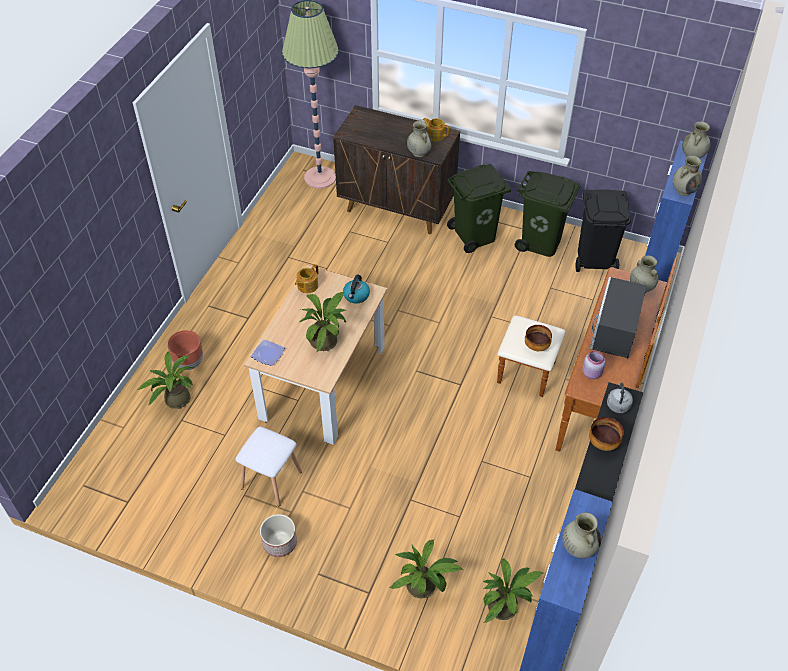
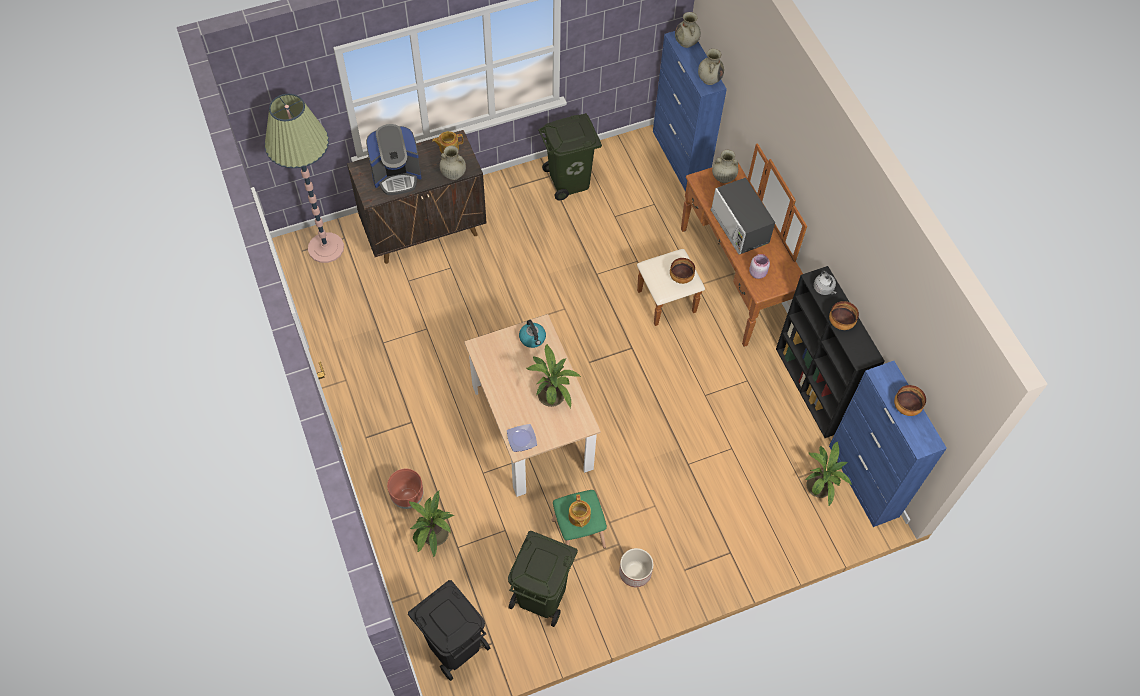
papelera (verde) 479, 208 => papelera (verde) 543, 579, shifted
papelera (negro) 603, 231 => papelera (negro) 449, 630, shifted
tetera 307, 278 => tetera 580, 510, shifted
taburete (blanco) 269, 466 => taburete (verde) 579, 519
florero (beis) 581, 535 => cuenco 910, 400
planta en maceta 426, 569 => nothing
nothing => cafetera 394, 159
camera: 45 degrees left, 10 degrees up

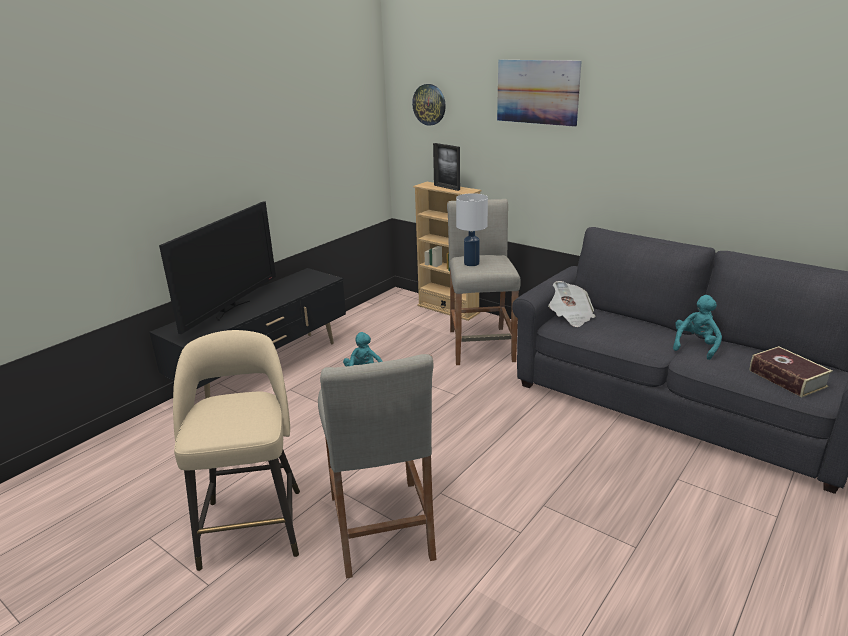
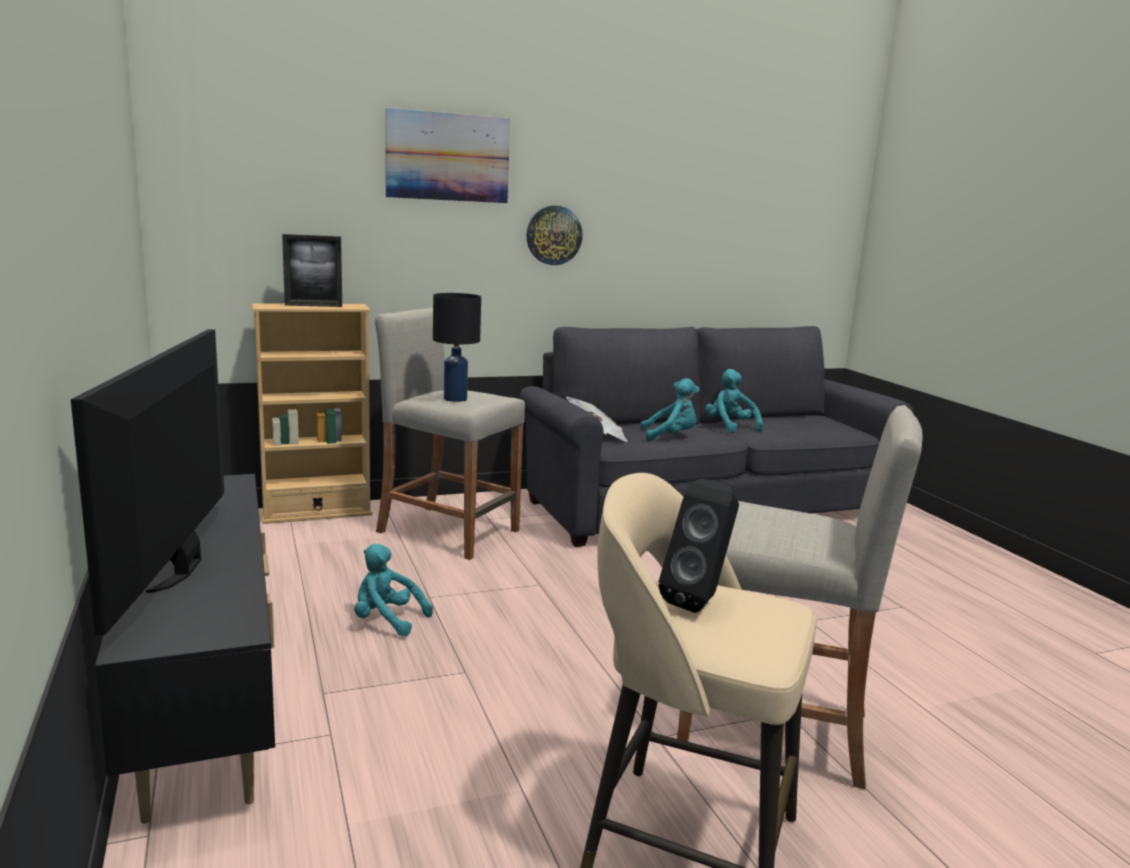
reloj de pared 429, 105 => reloj de pared 554, 235, shifted
lámpara de mesa (blanco) 472, 229 => lámpara de mesa (negro) 457, 347
televisor 217, 267 => televisor 147, 482, 150 degrees counterclockwise
libro 791, 371 => nothing
nothing => peluche (turquesa) 670, 410
nothing => altavoz (negro) 698, 546
camera: 60 degrees left, 10 degrees down

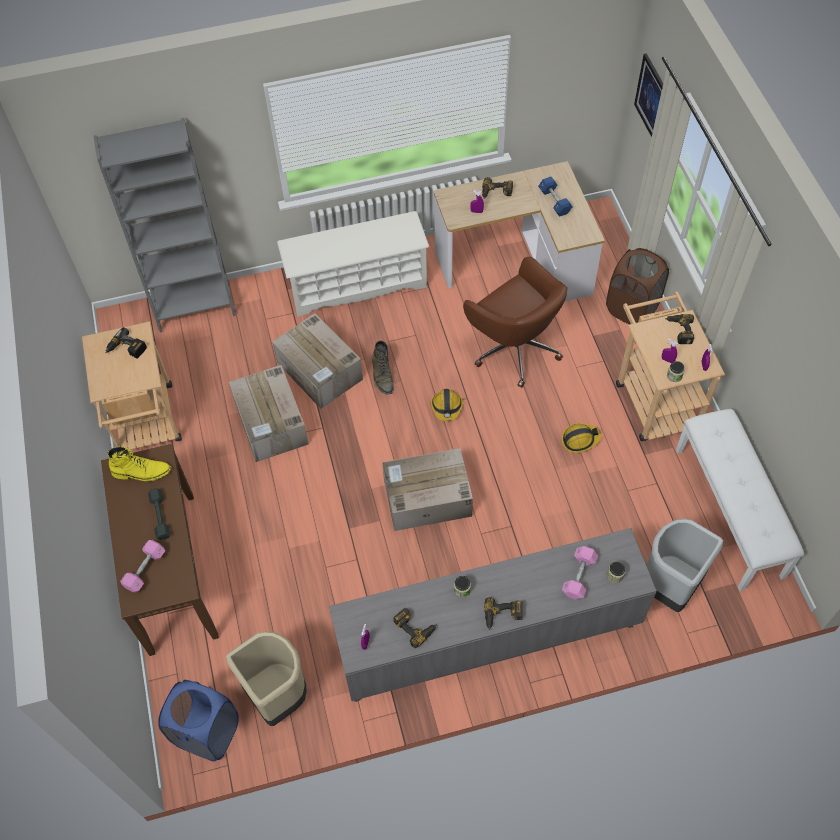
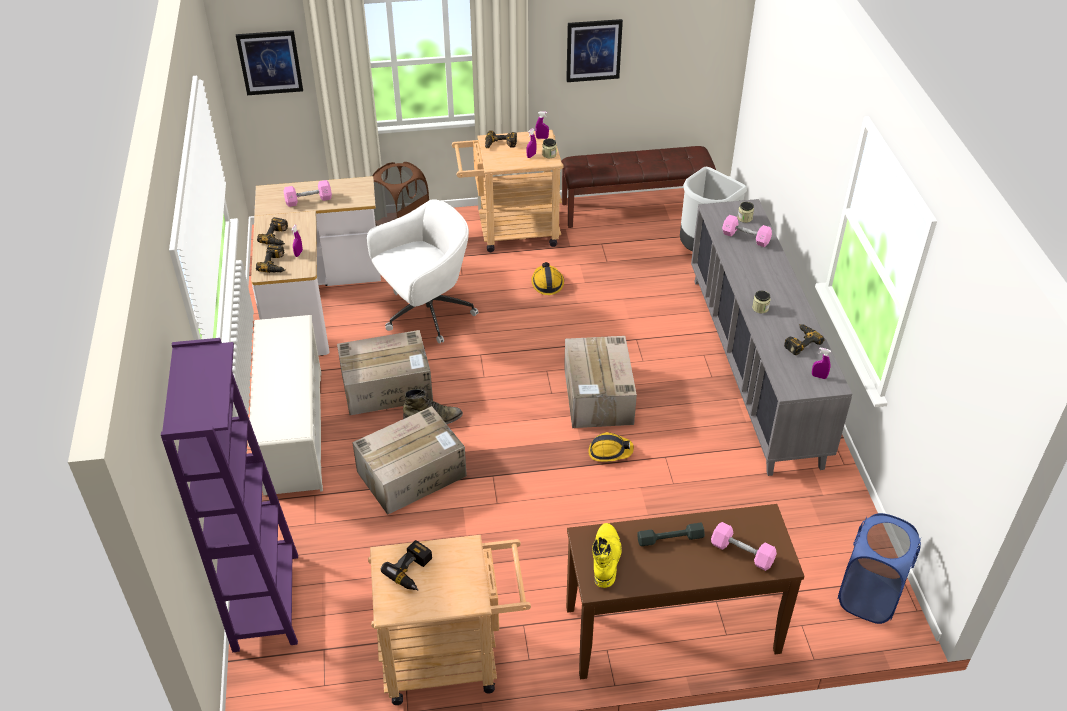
estantería (gris) 165, 225 => estantería (morado) 229, 495
mancuerna (azul) 555, 197 => mancuerna (rosa) 307, 193
silla de oficina (marrón) 515, 322 => silla de oficina (blanco) 423, 271
caja de cartón 269, 413 => caja de cartón 385, 372, shifted
casco 447, 405 => casco 611, 447, shifted
banco (blanco) 740, 500 => banco (marrón) 638, 187
taladro 503, 613 => taladro 271, 258, shifted
papelera (beis) 266, 678 => nothing
nothing => cuadro 594, 50
camera: 85 degrees left, 15 degrees down

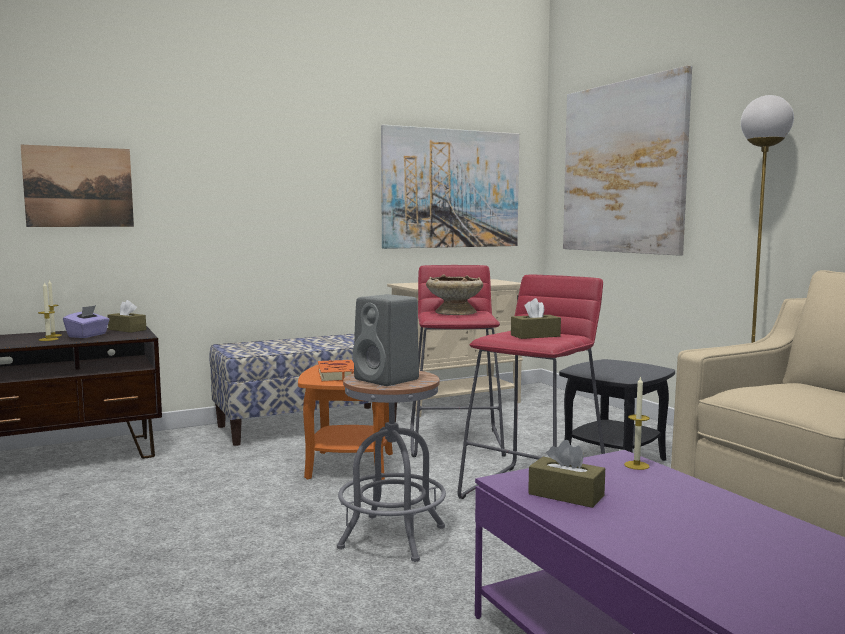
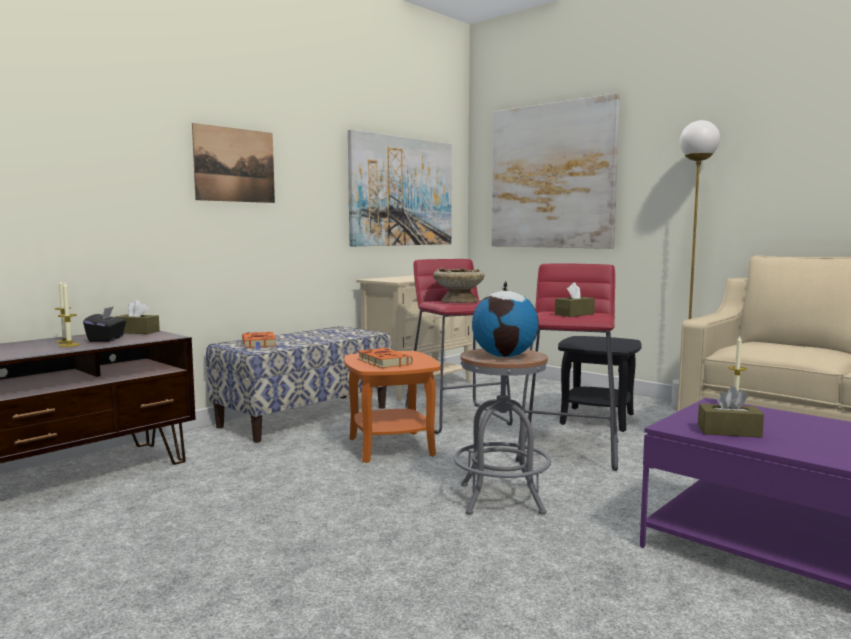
cuadro 77, 186 => cuadro 233, 163, shifted
altavoz (gris) 386, 340 => globo terráqueo 505, 319
caja de pañuelos (morado) 86, 321 => caja de pañuelos (negro) 104, 324
nothing => libro (naranja) 259, 341
camera: 20 degrees left, 0 degrees up

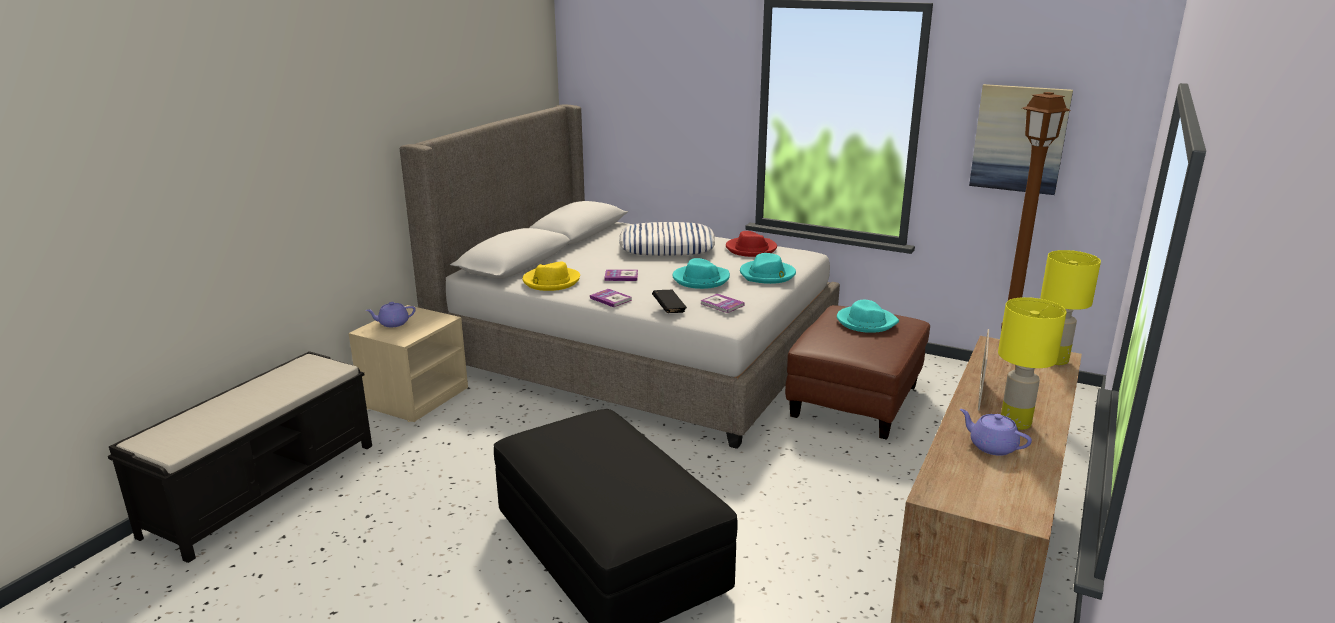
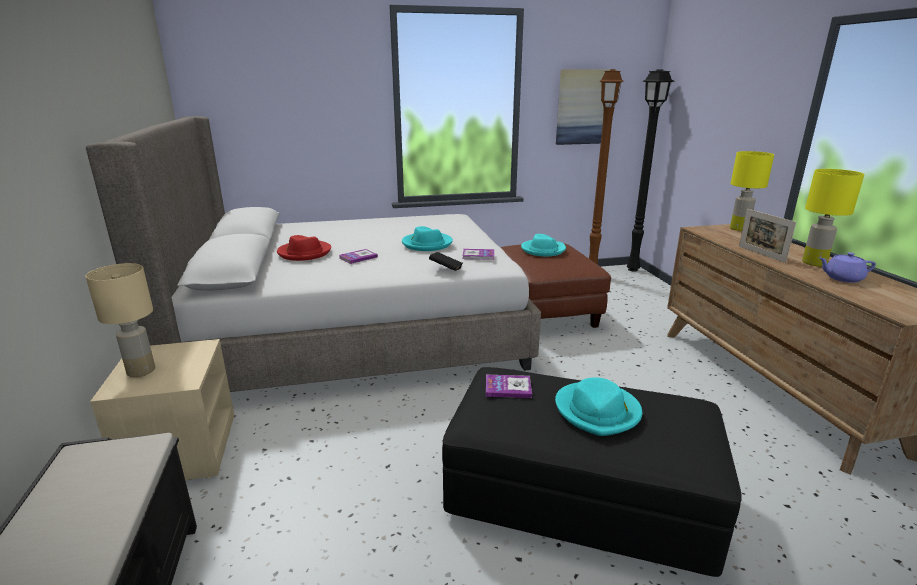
cojín 667, 239 => nothing
sombrero (rojo) 751, 244 => sombrero (rojo) 304, 248, shifted
sombrero (turquesa) 768, 268 => sombrero (turquesa) 598, 406, shifted
sombrero (amarillo) 551, 276 => nothing
libro 611, 298 => libro 509, 386, shifted
tetera (morado) 391, 314 => lámpara de mesa (beis) 120, 320
nothing => lámpara de pie (negro) 650, 170
camera: 40 degrees left, 0 degrees up

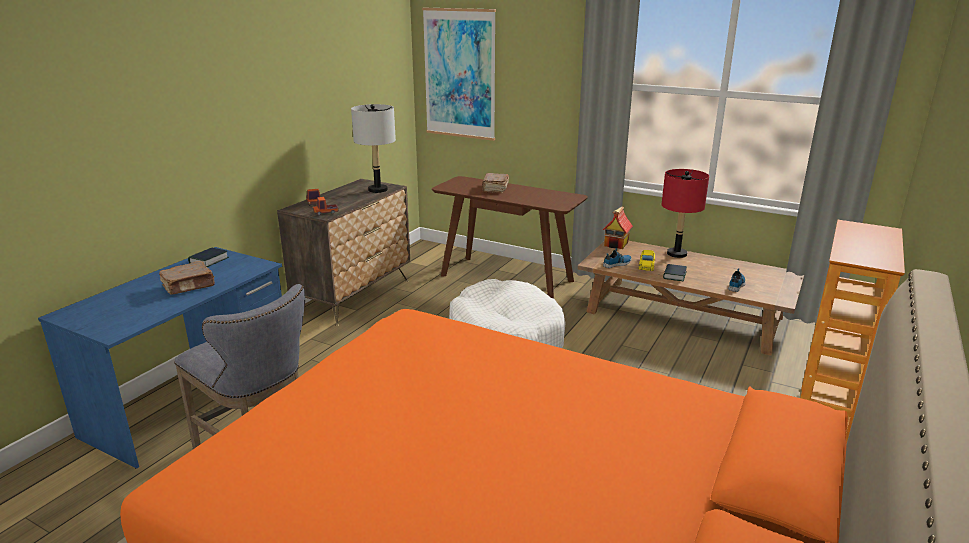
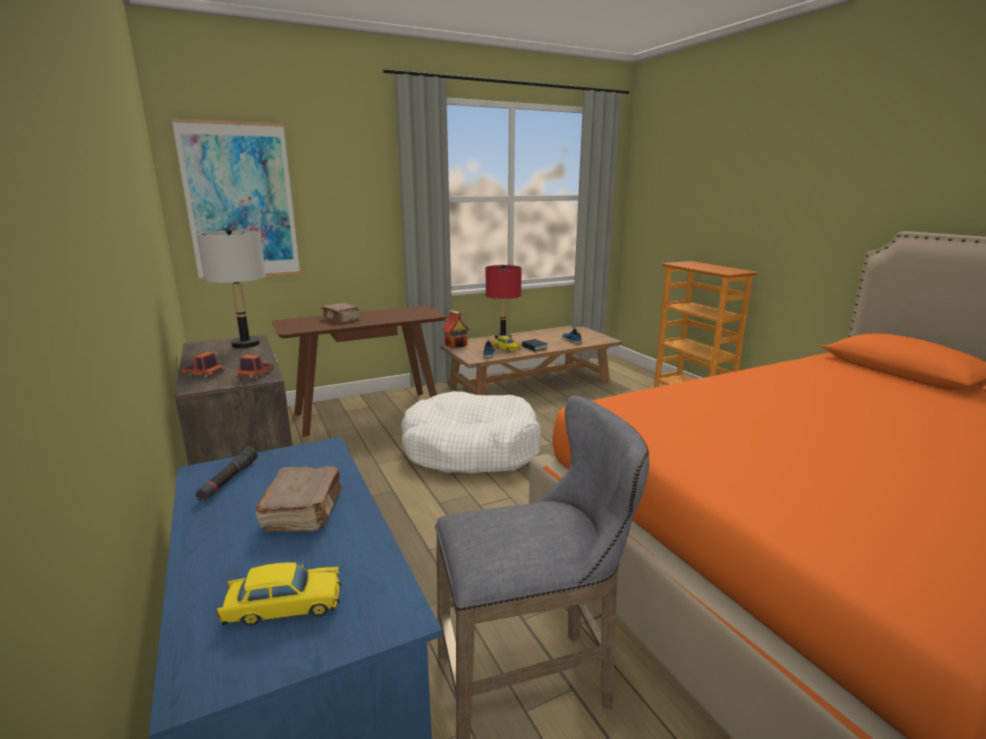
libro 208, 257 => linterna (negro) 226, 474
nothing => coche de juguete (amarillo) 278, 594
camera: 55 degrees left, 5 degrees down

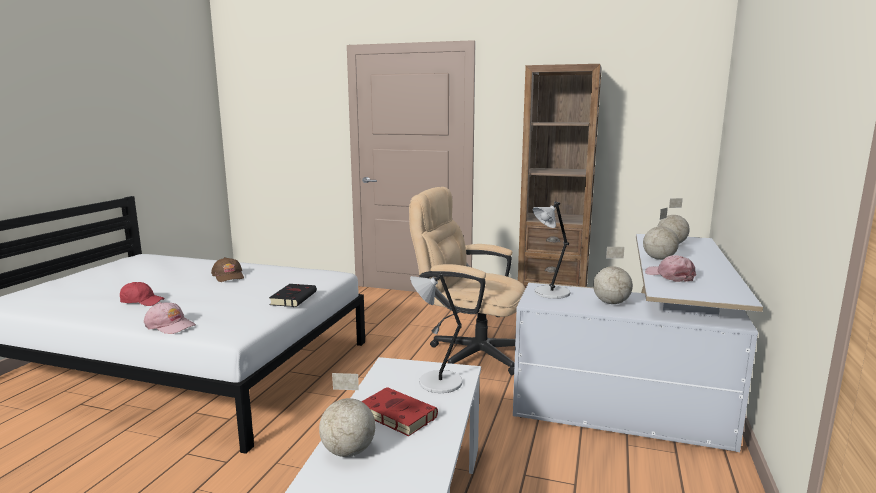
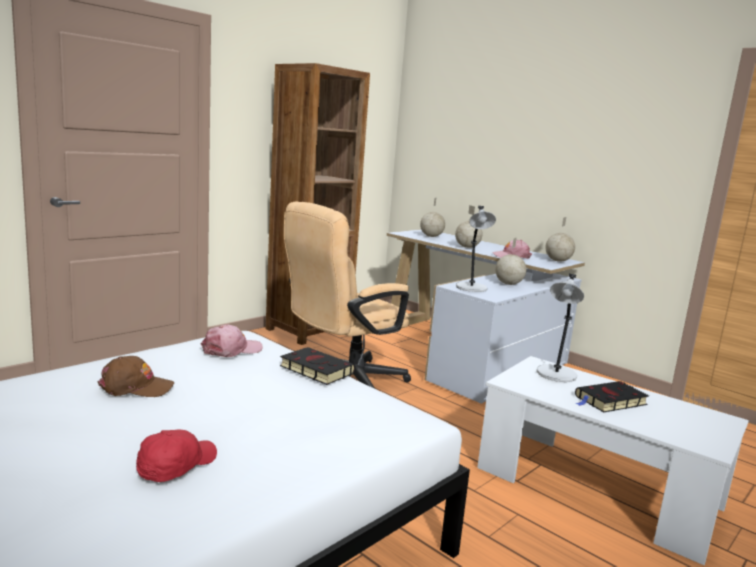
gorra (rosa) 170, 318 => gorra (rosa) 231, 340, shifted
globo terráqueo 347, 415 => globo terráqueo 560, 239, shifted
libro (rojo) 399, 411 => libro (negro) 612, 396
camera: 65 degrees left, 0 degrees up

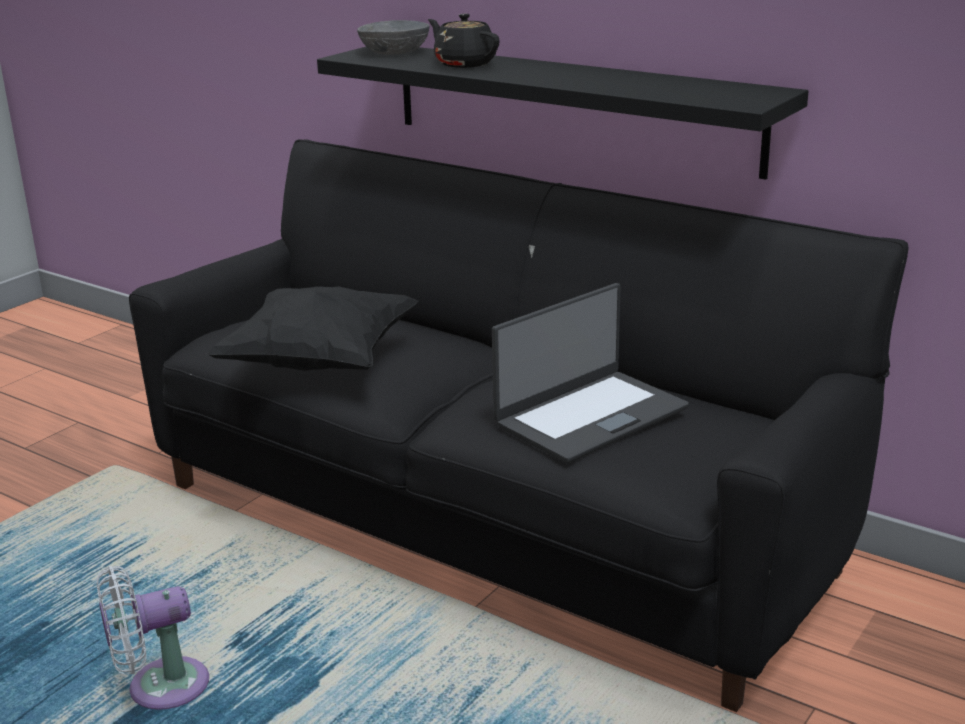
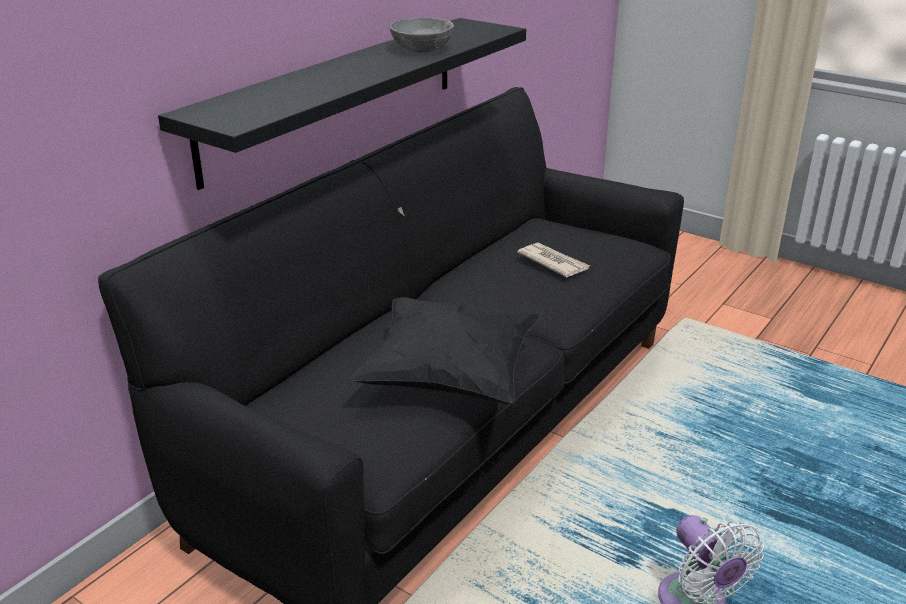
tetera (negro) 464, 41 => nothing
cuenco (gris) 393, 37 => cuenco (gris) 421, 35, shifted
portátil 590, 373 => periódico 553, 260
camera: 90 degrees left, 5 degrees up

